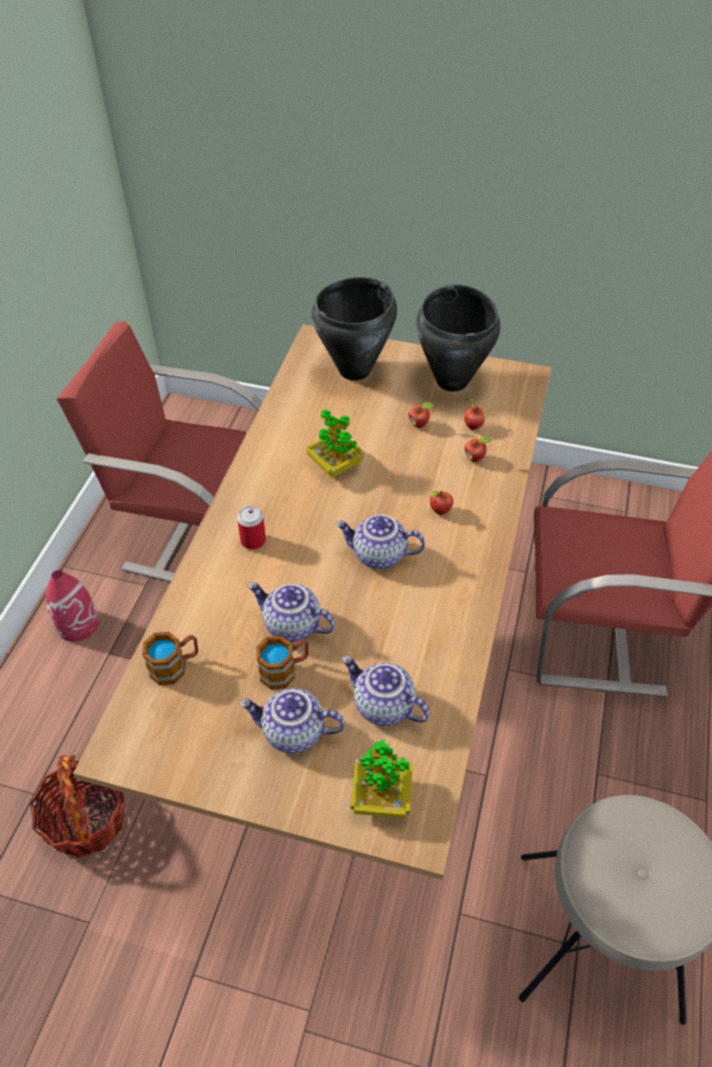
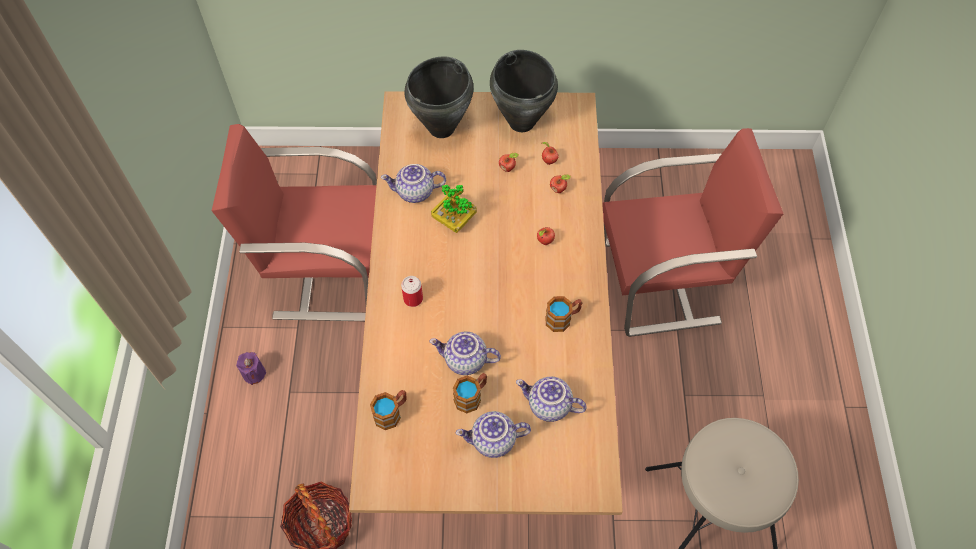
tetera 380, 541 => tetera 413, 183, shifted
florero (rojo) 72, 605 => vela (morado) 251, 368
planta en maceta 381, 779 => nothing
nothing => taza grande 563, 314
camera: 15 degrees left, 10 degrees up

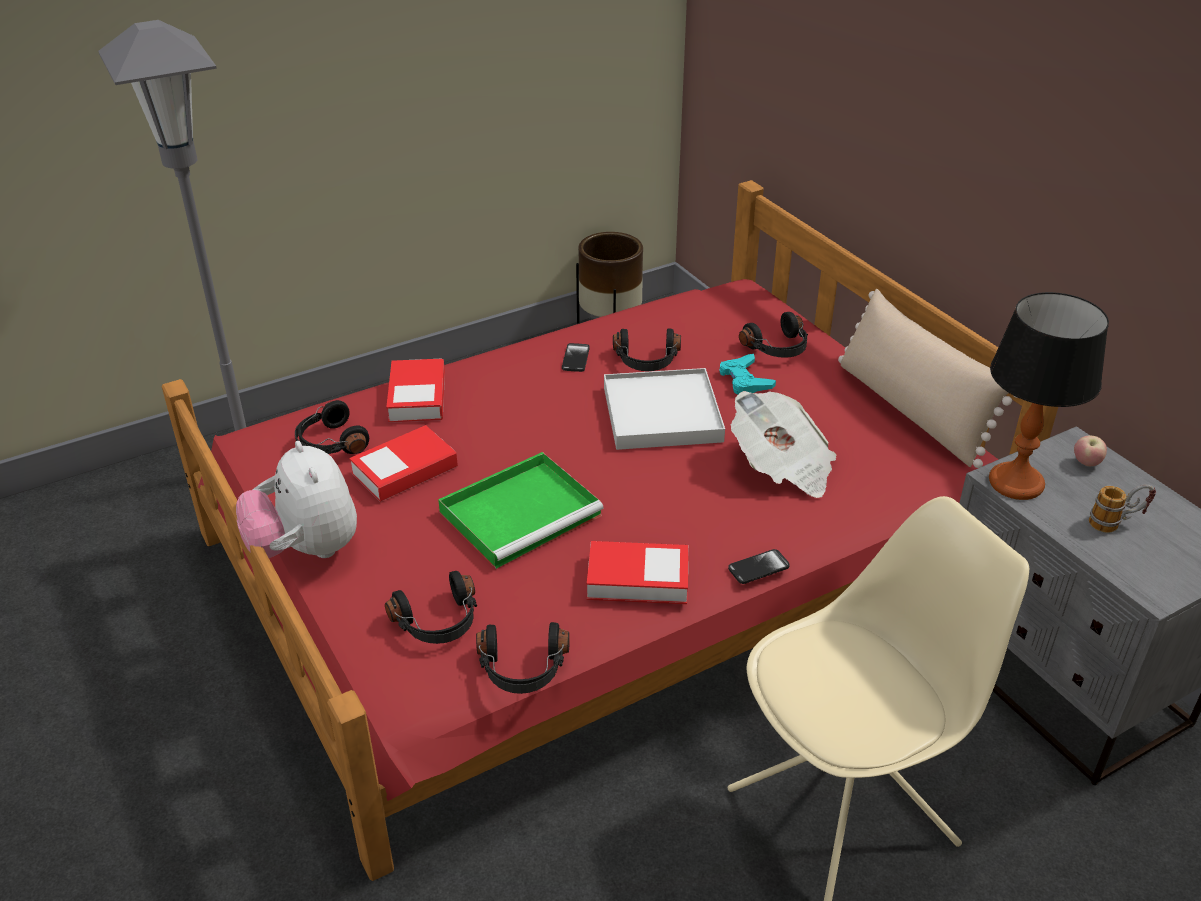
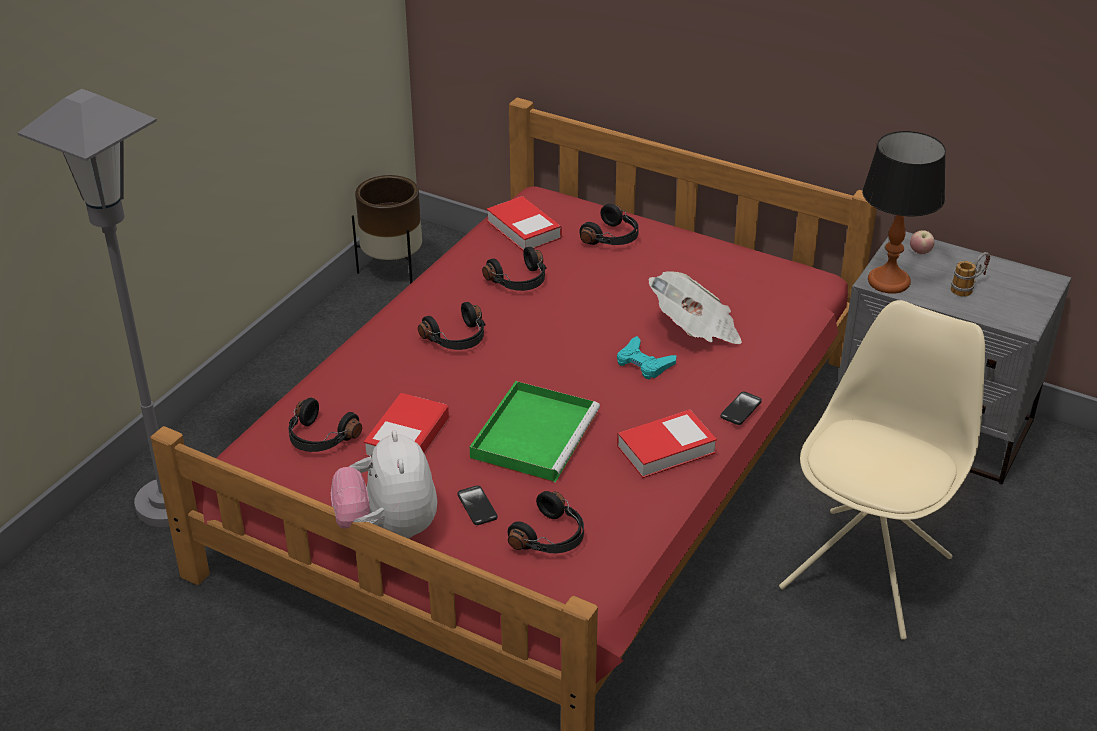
cojín (beis) 928, 378 => nothing
móvil 576, 357 => móvil 477, 505, shifted
mando de consola (turquesa) 748, 374 => mando de consola (turquesa) 646, 358, shifted
libro 415, 391 => libro 524, 224, shifted
bandeja (blanco) 664, 409 => nothing
peluche 296, 499 => peluche 384, 484, 45 degrees clockwise
auriculares (negro) 523, 658 => auriculares (negro) 452, 326, shifted
camera: 30 degrees left, 0 degrees up

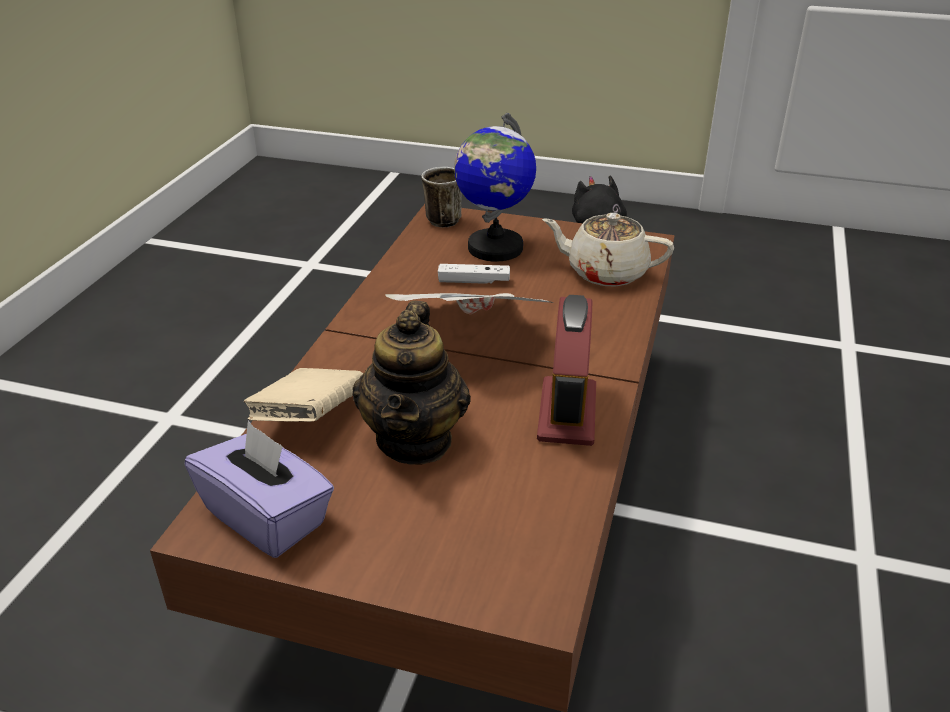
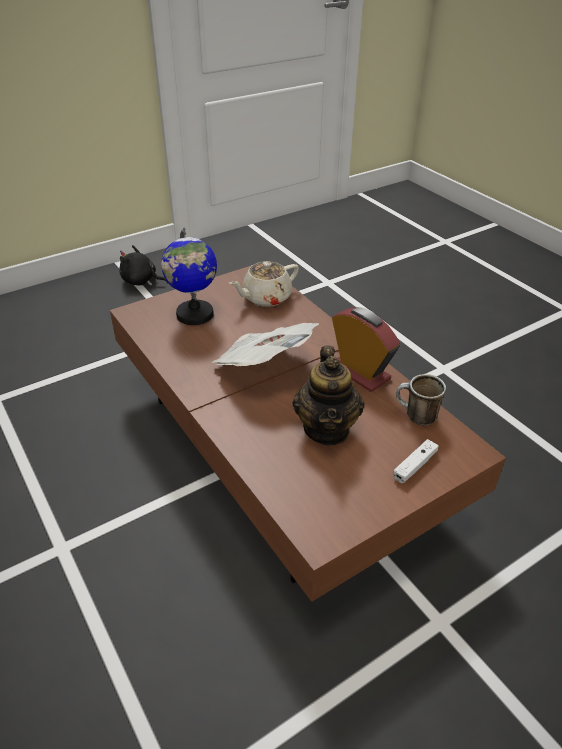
taza grande 441, 197 => taza grande 421, 400, shifted
mando de consola (blanco) 474, 274 => mando de consola (blanco) 416, 461, shifted
tetera 412, 383 => tetera 328, 395, 45 degrees clockwise
libro (beis) 303, 395 => nothing
caja de pañuelos (morado) 259, 489 => nothing
camera: 50 degrees left, 5 degrees up

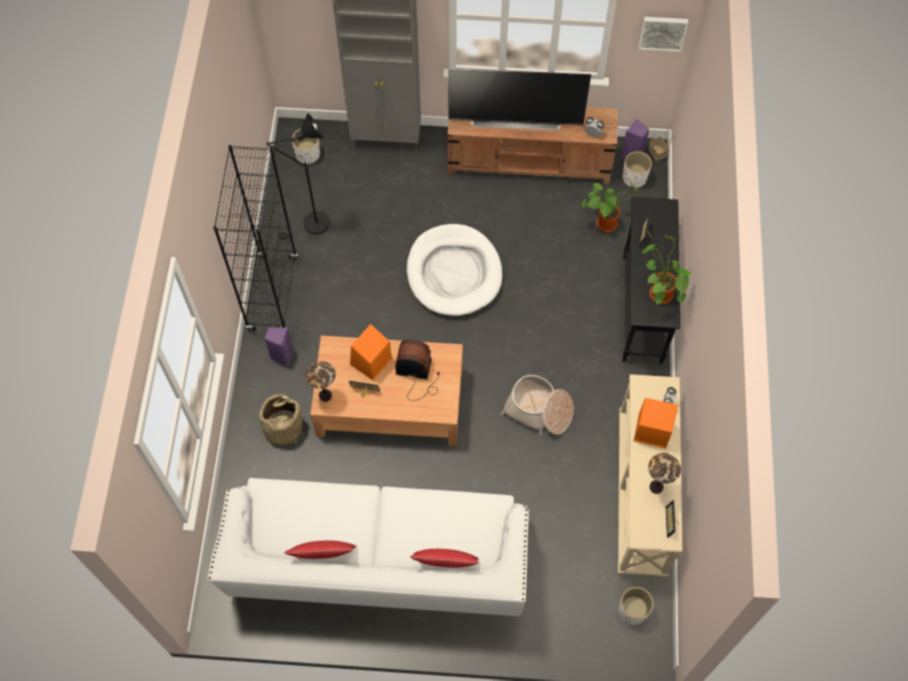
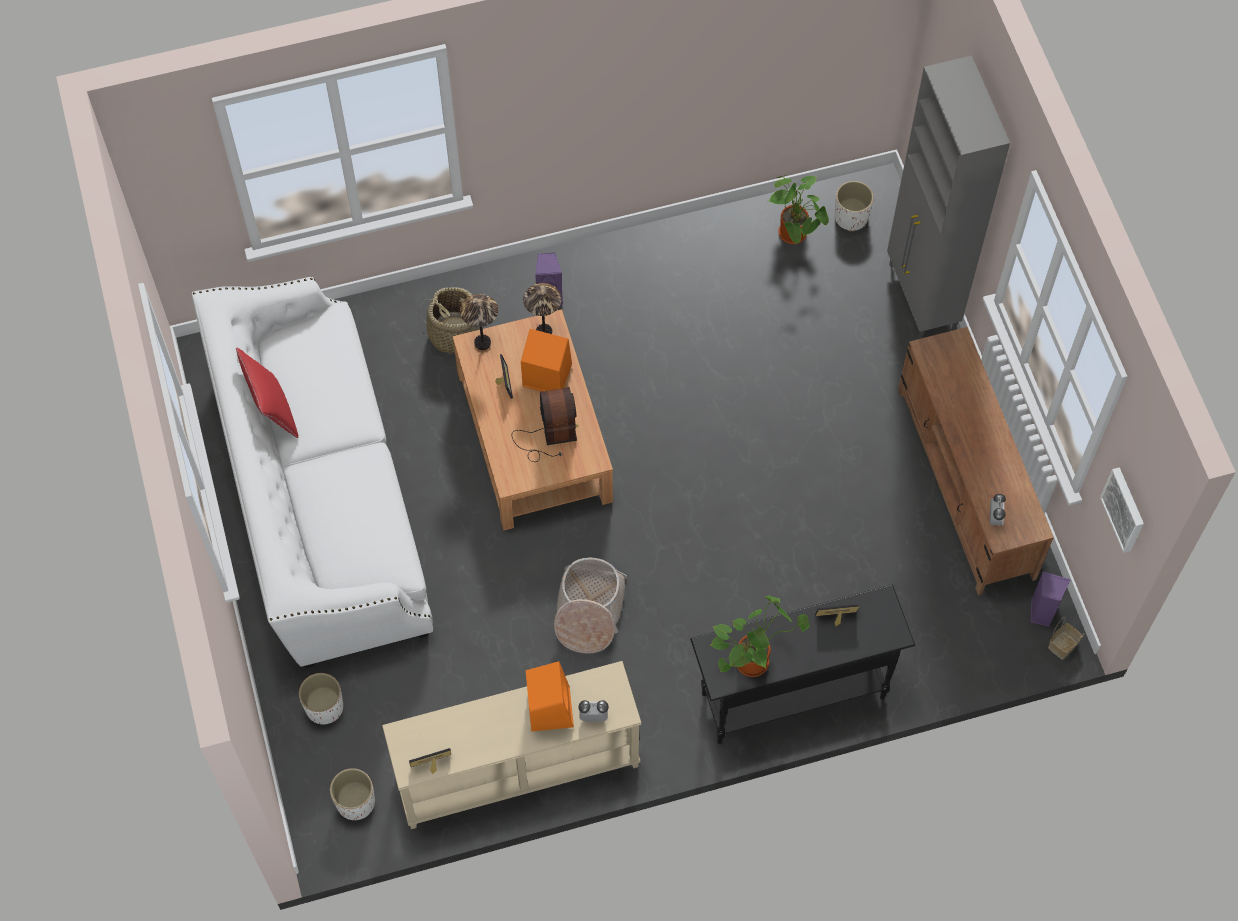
televisor 519, 99 => nothing
lámpara de pie (negro) 298, 178 => nothing
estantería (negro) 255, 238 => nothing
maceta (blanco) 637, 169 => maceta (blanco) 321, 698, shifted
planta en maceta 610, 207 => planta en maceta 799, 209, shifted
cama para perro (blanco) 454, 270 => nothing
lámpara de mesa 664, 473 => lámpara de mesa 542, 308, shifted
cojín (rojo) 444, 558 => nothing
camera: 70 degrees right, 0 degrees up

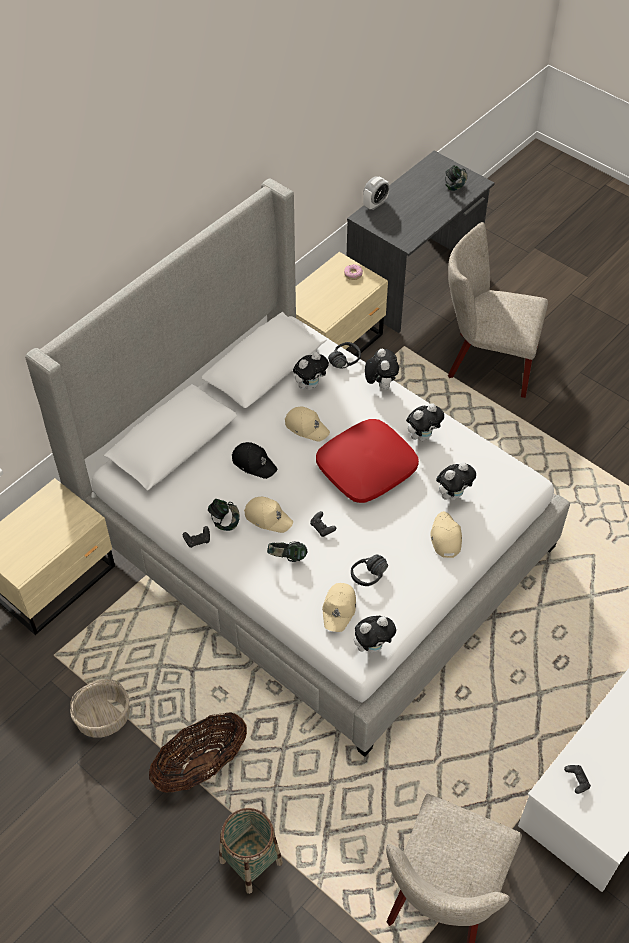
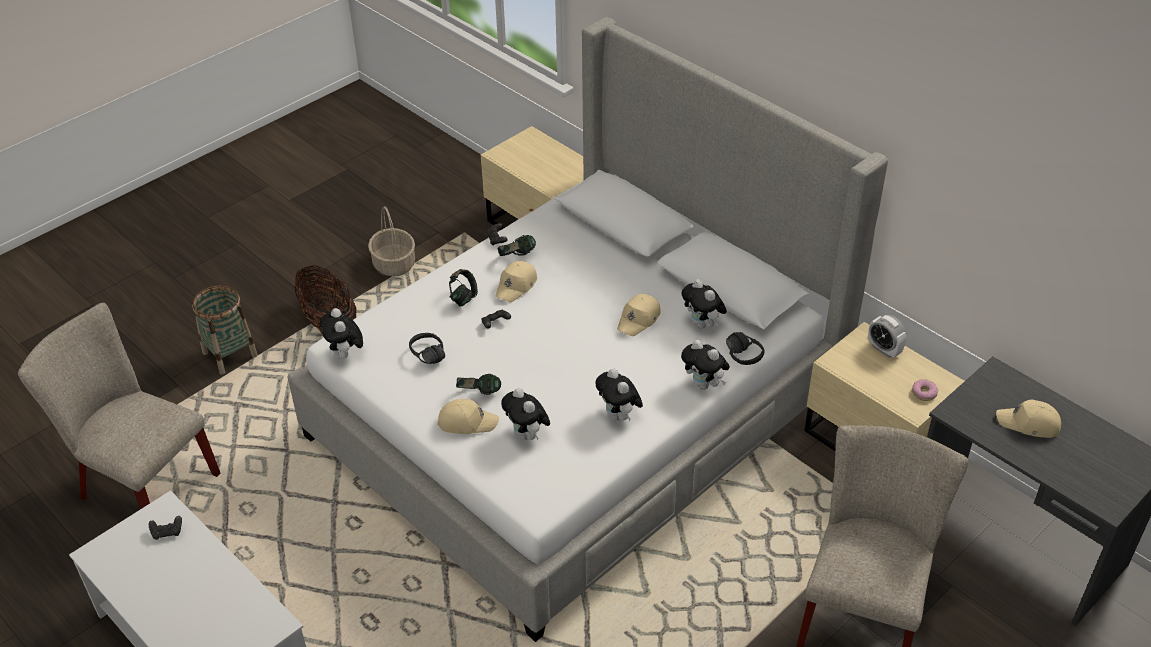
auriculares 456, 178 => auriculares 478, 384, shifted
despertador 376, 193 => despertador 887, 336, shifted
peluche 382, 369 => peluche 705, 365, 45 degrees clockwise
cojín (rojo) 367, 461 => nothing
gorra (negro) 254, 460 => nothing
gorra (beis) 339, 607 => gorra (beis) 1028, 418, shifted
camera: 95 degrees right, 10 degrees down

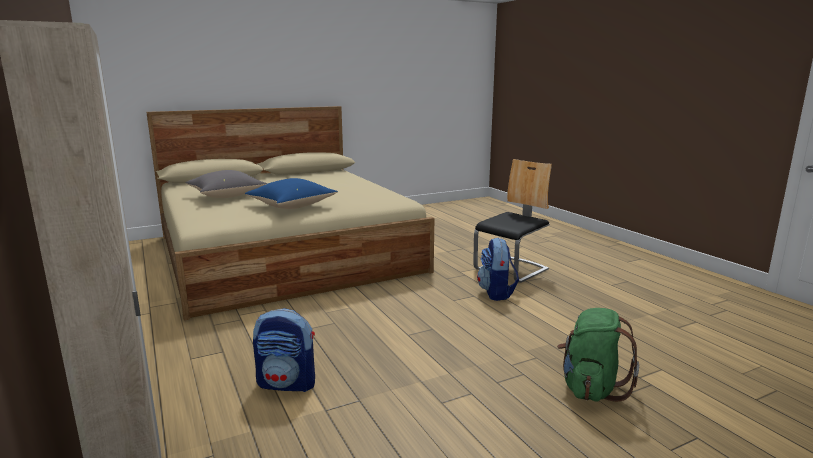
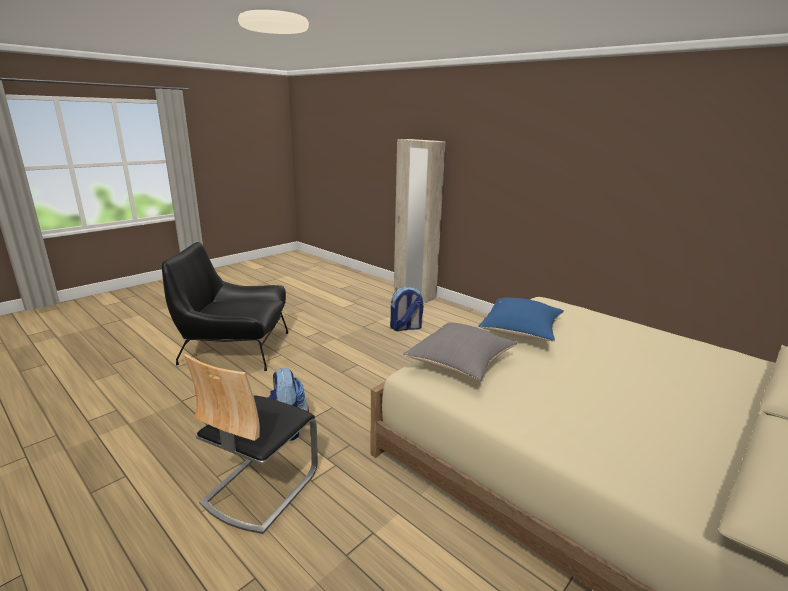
cojín (gris) 226, 184 => cojín (gris) 460, 351, shifted
mochila (verde) 598, 355 => sillón (negro) 225, 306
camera: 160 degrees right, 5 degrees up

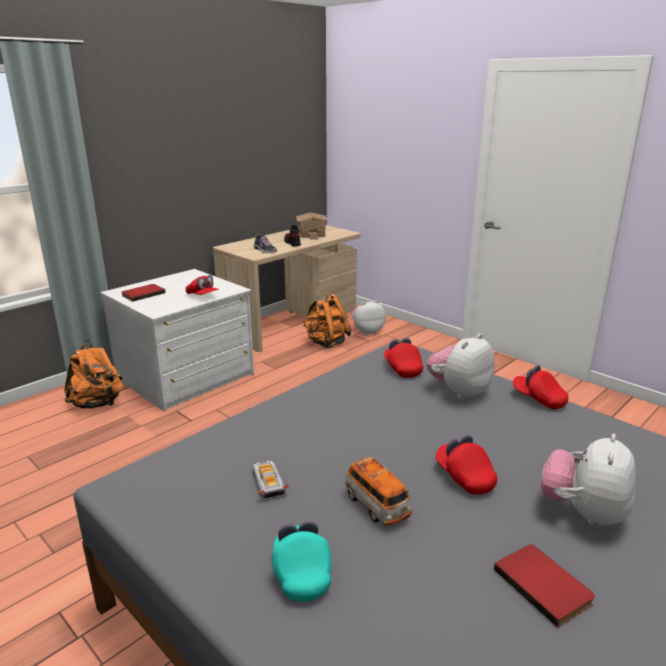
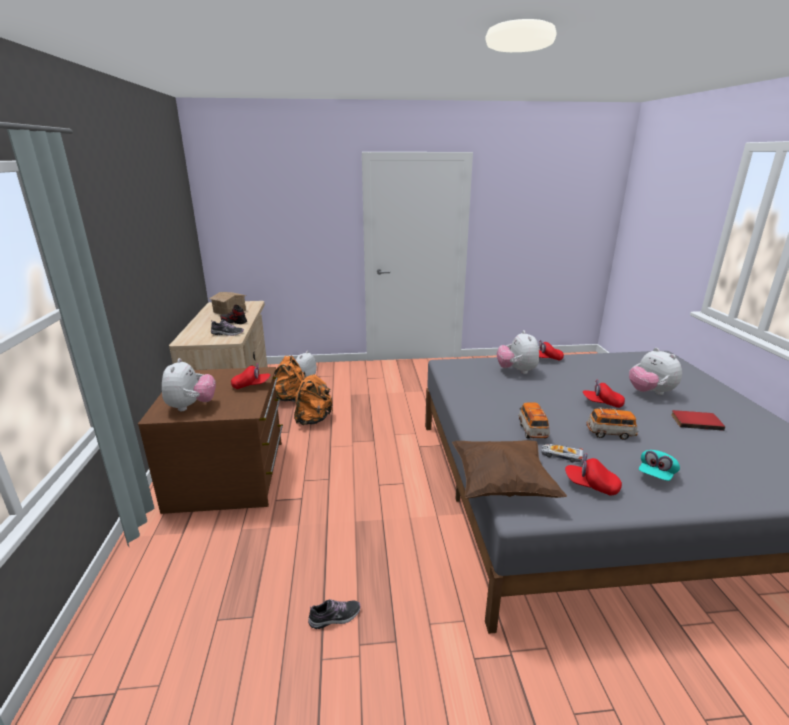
cómoda (blanco) 177, 340 => cómoda (marrón) 210, 440
libro (rojo) 144, 293 => peluche 189, 384
gorra (rojo) 403, 358 => gorra (rojo) 593, 475, shifted
mochila (naranja) 93, 374 => mochila (naranja) 313, 398, shifted
gorra (turquesa) 302, 561 => gorra (turquesa) 659, 465, 75 degrees counterclockwise
nothing => coche de juguete 534, 420
nothing => cojín (marrón) 509, 469
nothing => zapato 334, 614
camera: 50 degrees left, 0 degrees up

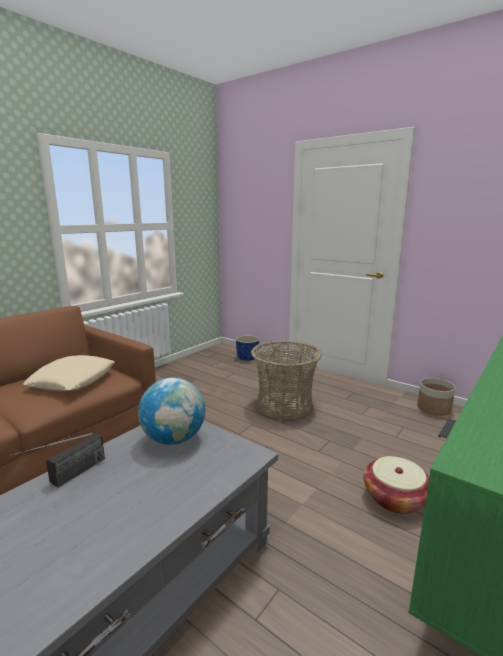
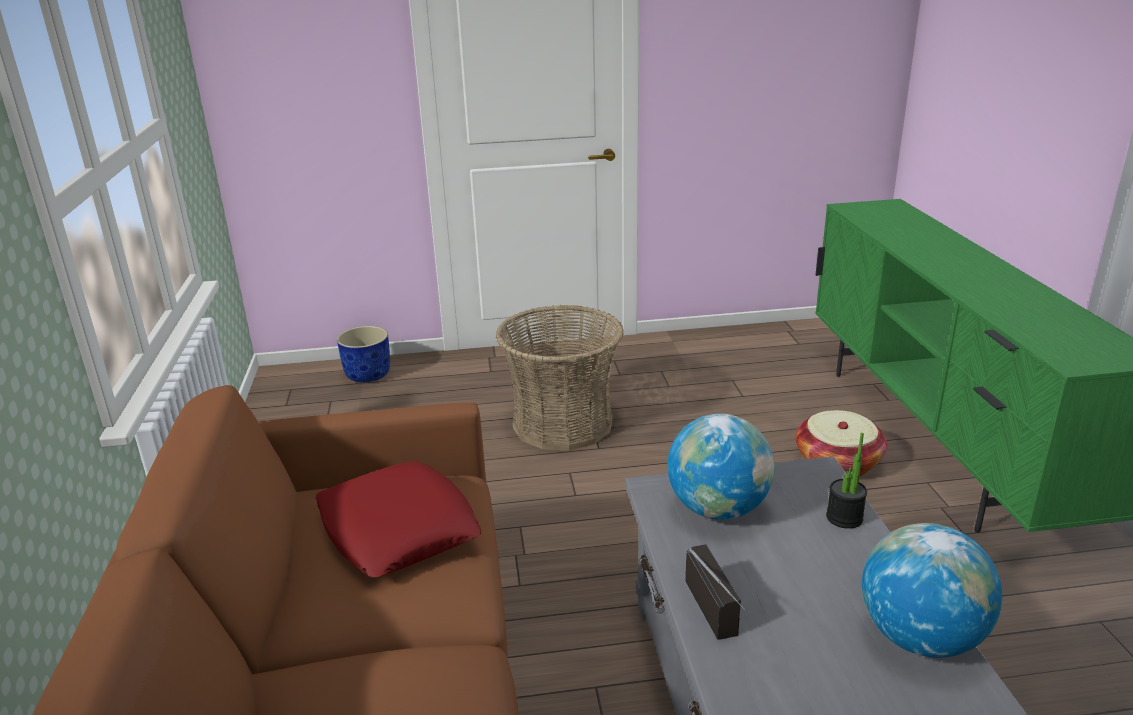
cojín (beis) 69, 373 => cojín (rojo) 398, 519
maceta 436, 397 => nothing
nothing => planta en maceta 846, 481
nothing => globo terráqueo 932, 590
camera: 45 degrees left, 10 degrees up

